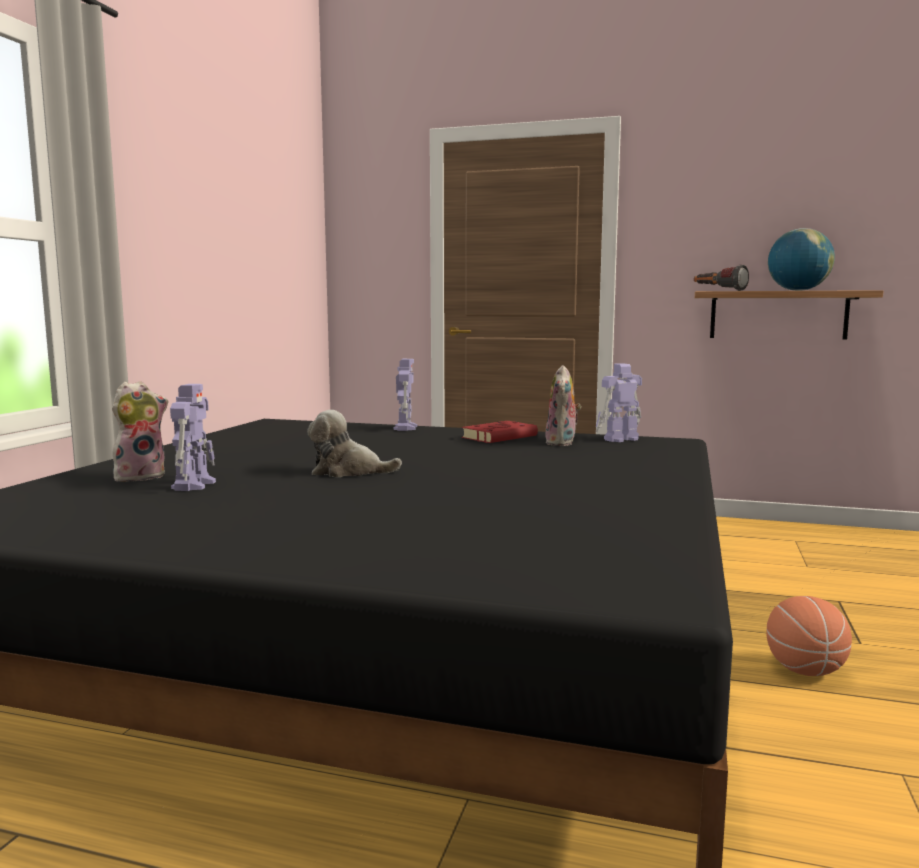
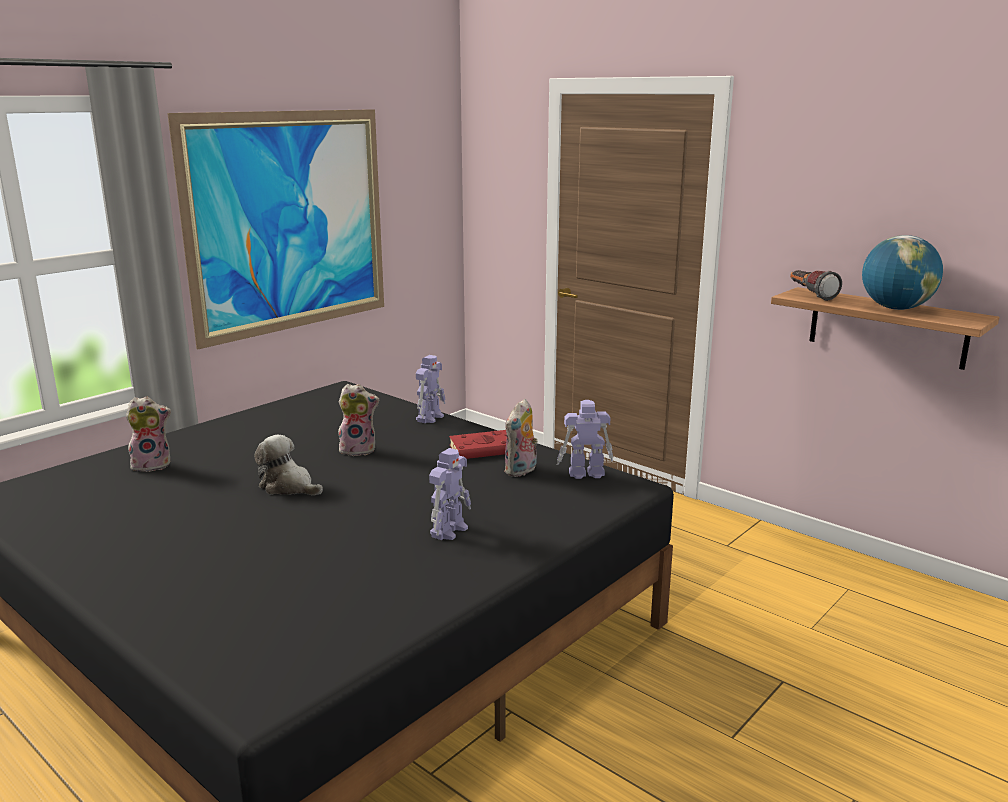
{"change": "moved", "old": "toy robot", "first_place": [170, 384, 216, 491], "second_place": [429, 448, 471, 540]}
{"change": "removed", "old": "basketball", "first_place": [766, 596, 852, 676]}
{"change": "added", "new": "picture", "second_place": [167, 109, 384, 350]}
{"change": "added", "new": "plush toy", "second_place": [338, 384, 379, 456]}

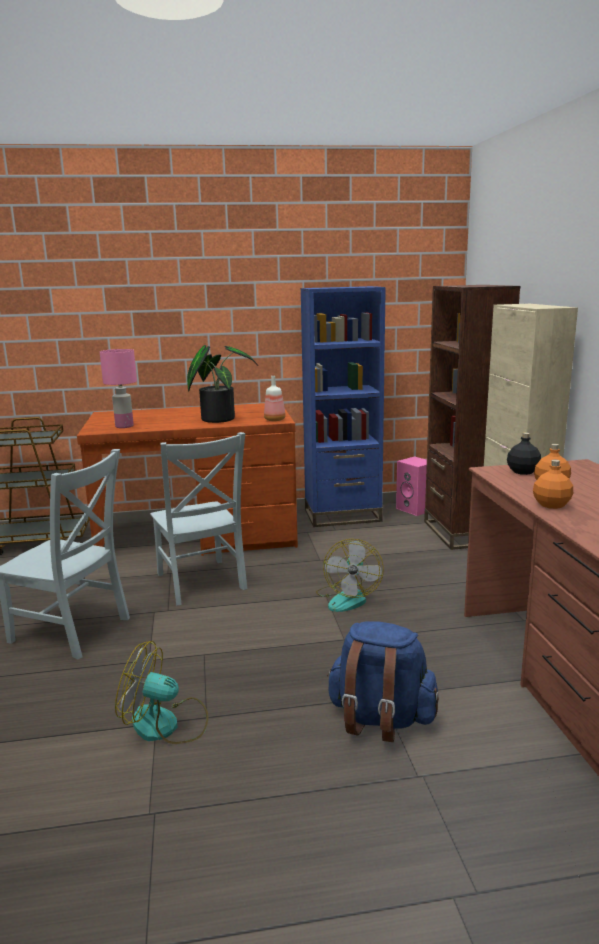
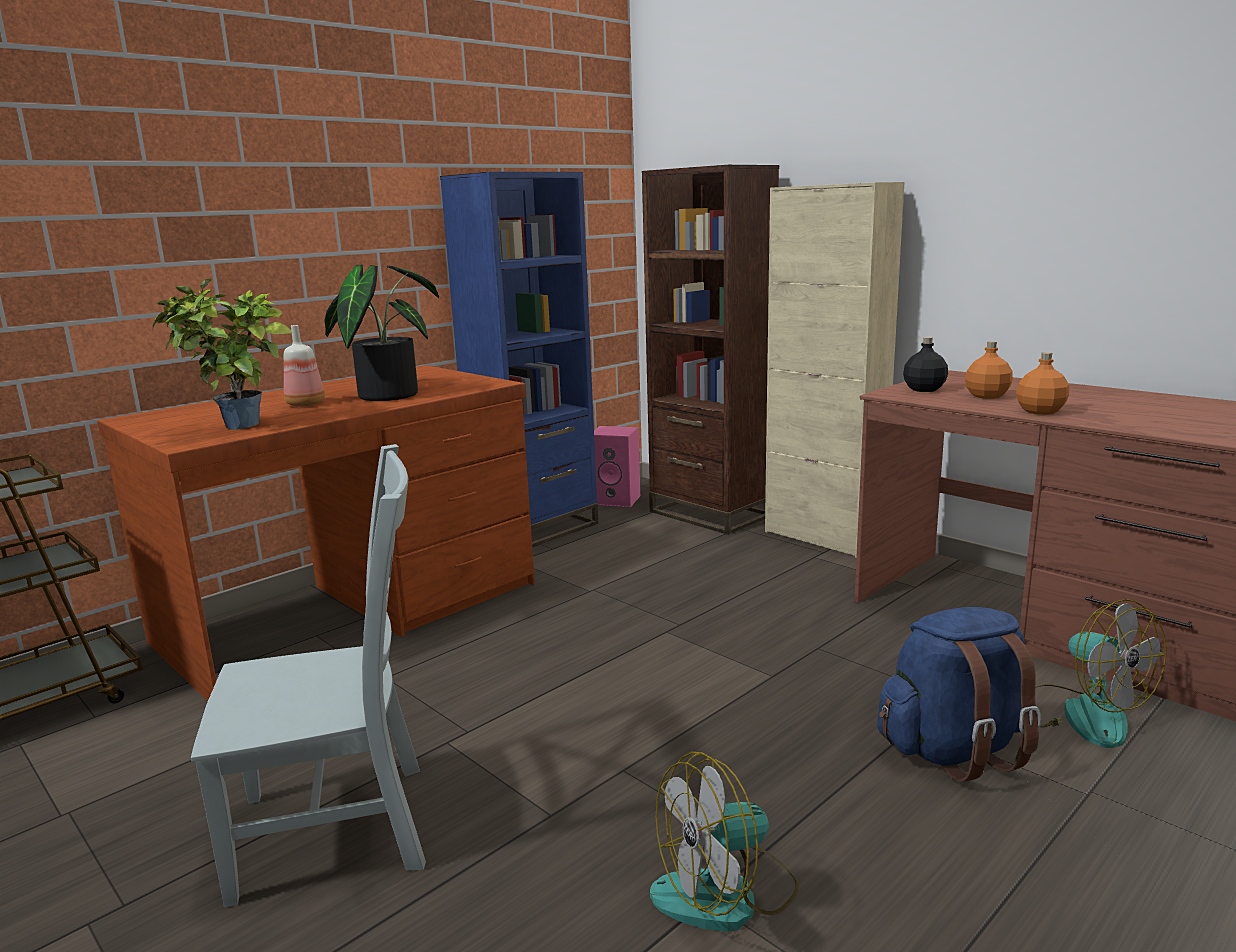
{"change": "replaced", "old": "table lamp (pink)", "new": "potted plant", "first_place": [100, 349, 137, 428], "second_place": [153, 278, 293, 430]}
{"change": "removed", "old": "chair (grey)", "first_place": [150, 432, 247, 605]}
{"change": "moved", "old": "bottle", "first_place": [264, 376, 286, 421], "second_place": [284, 325, 325, 407]}
{"change": "moved", "old": "fan", "first_place": [316, 539, 384, 612], "second_place": [1035, 599, 1166, 748]}

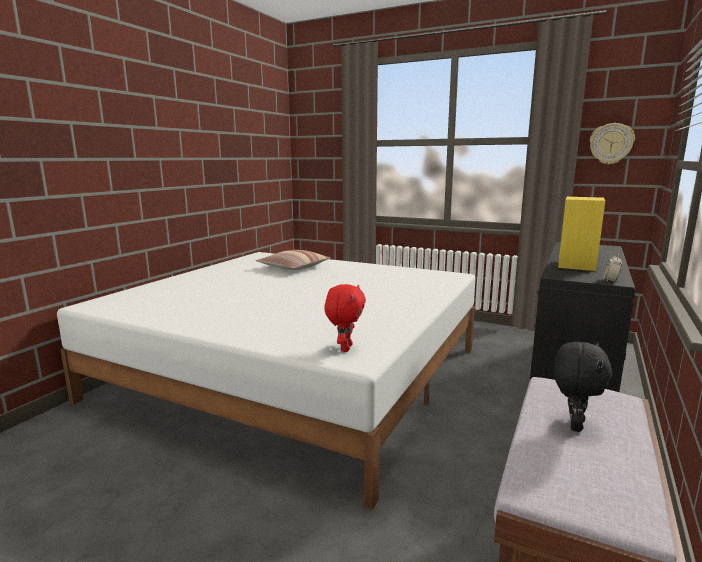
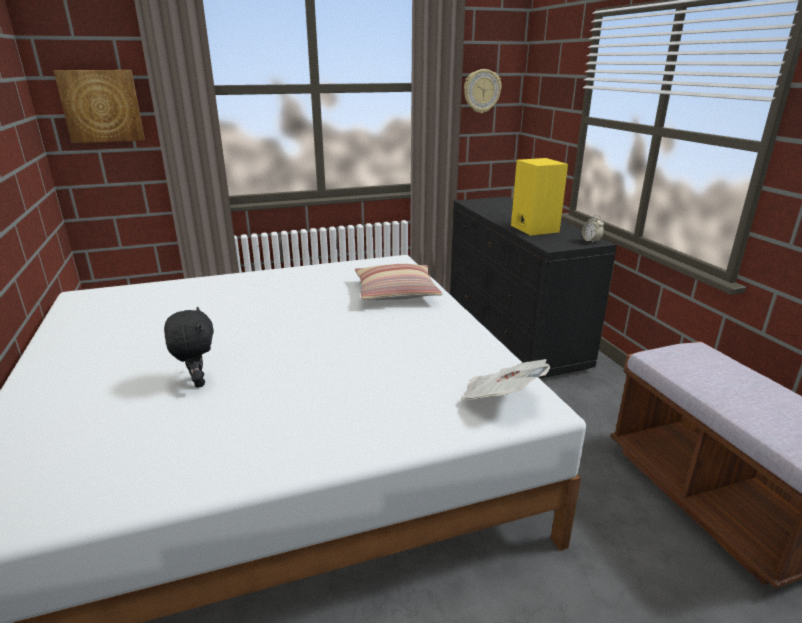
{"change": "moved", "old": "pillow", "first_place": [256, 250, 331, 270], "second_place": [355, 264, 443, 300]}
{"change": "replaced", "old": "plush toy (red)", "new": "newspaper", "first_place": [324, 284, 366, 352], "second_place": [461, 359, 550, 400]}
{"change": "moved", "old": "plush toy (black)", "first_place": [554, 342, 613, 432], "second_place": [164, 306, 214, 388]}
{"change": "added", "new": "picture", "second_place": [54, 70, 145, 143]}

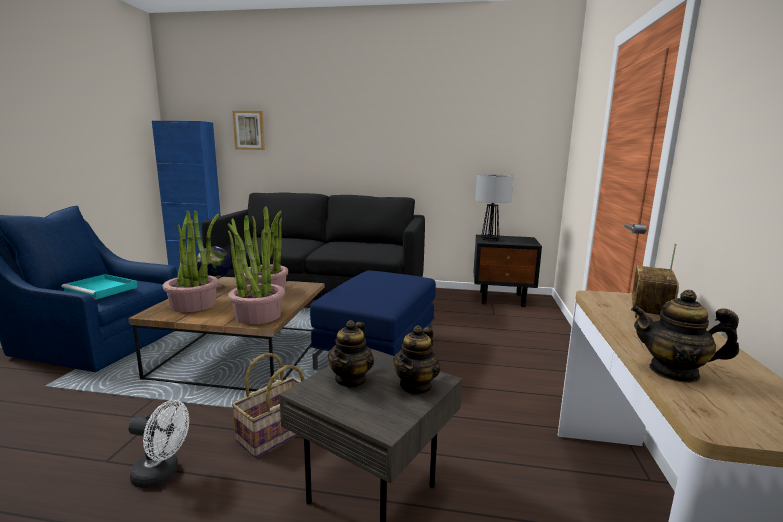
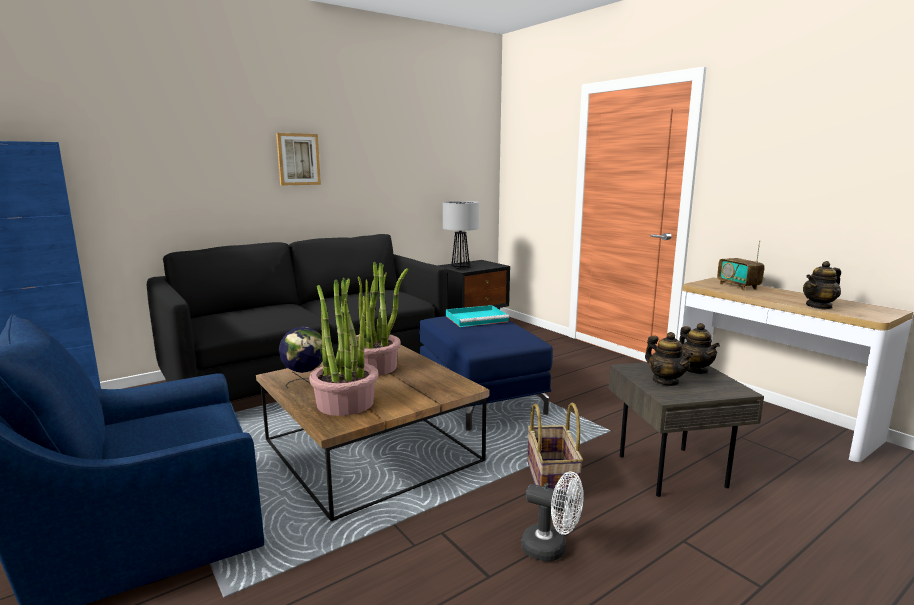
{"change": "moved", "old": "tray (turquoise)", "first_place": [61, 274, 138, 299], "second_place": [446, 305, 509, 327]}
{"change": "turned", "old": "fan (white)", "first_place": [128, 400, 189, 488], "second_place": [521, 471, 584, 561], "degrees": 60}
{"change": "removed", "old": "potted plant", "first_place": [228, 215, 285, 325]}
{"change": "moved", "old": "picture", "first_place": [233, 111, 265, 150], "second_place": [276, 133, 321, 186]}

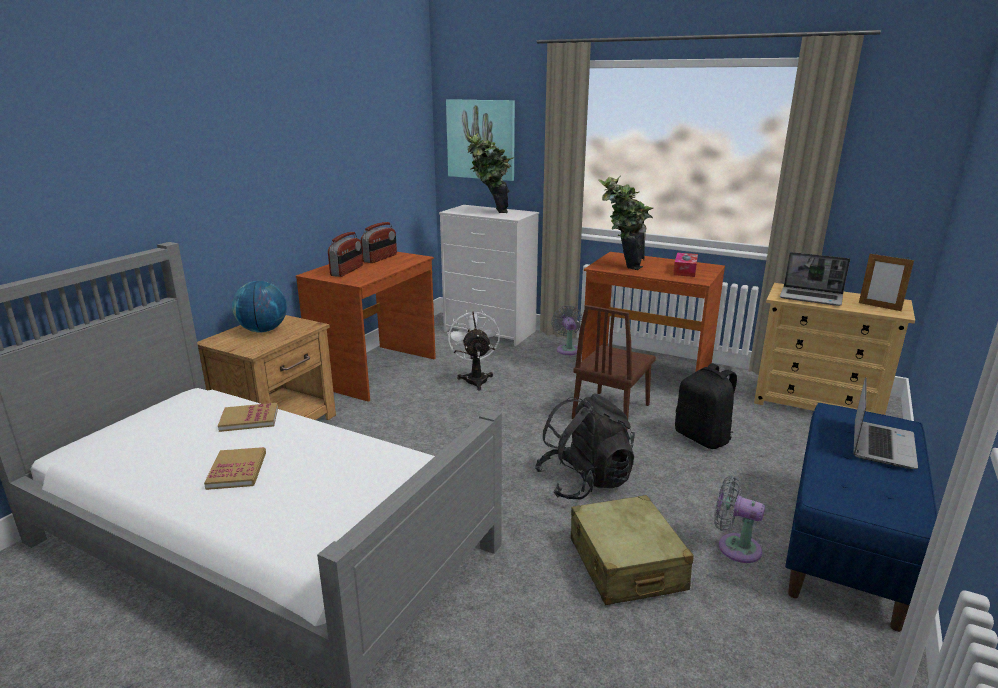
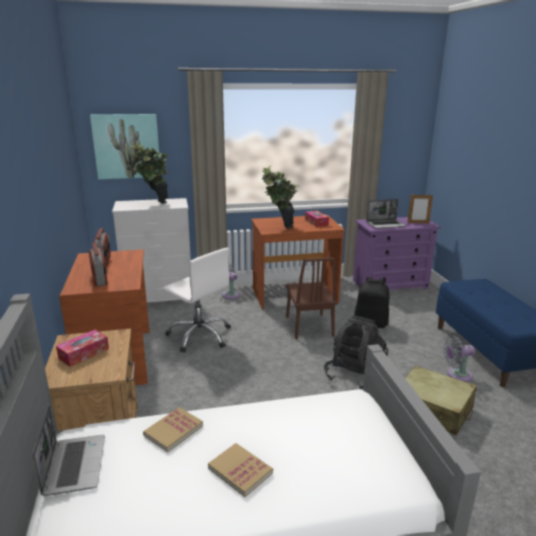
{"change": "replaced", "old": "globe", "new": "tissue box", "first_place": [232, 281, 287, 332], "second_place": [56, 330, 109, 367]}
{"change": "replaced", "old": "fan (white)", "new": "office chair (white)", "first_place": [448, 310, 500, 391], "second_place": [163, 248, 231, 353]}
{"change": "recoloured", "old": "dresser (beige)", "new": "dresser (purple)", "first_place": [754, 283, 915, 415], "second_place": [353, 217, 441, 290]}
{"change": "moved", "old": "laptop", "first_place": [854, 378, 918, 469], "second_place": [32, 405, 105, 496]}

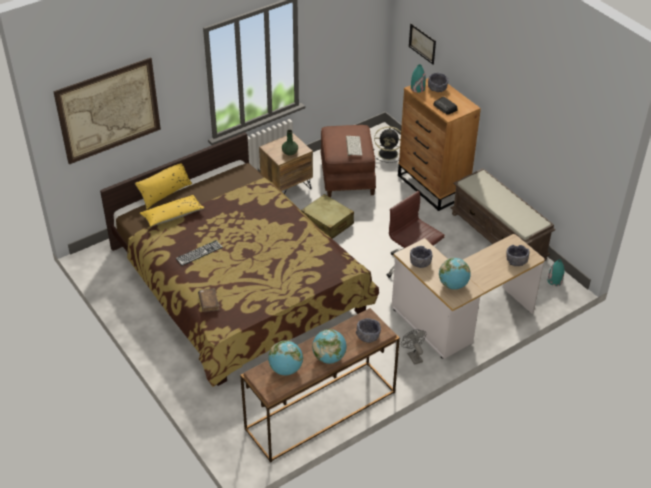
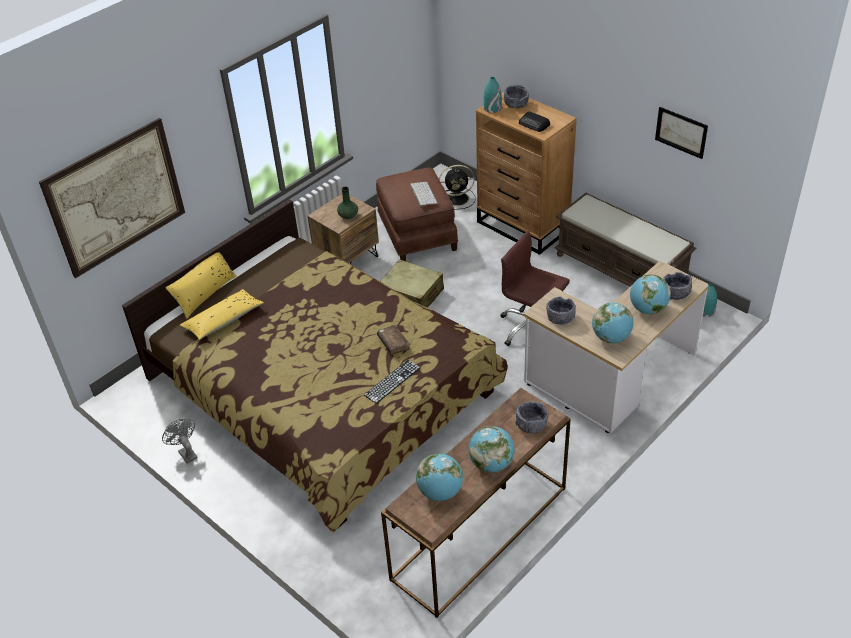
{"change": "moved", "old": "keyboard", "first_place": [175, 240, 223, 266], "second_place": [364, 360, 420, 404]}
{"change": "moved", "old": "book (brown)", "first_place": [198, 288, 220, 312], "second_place": [377, 325, 410, 355]}
{"change": "moved", "old": "fan (grey)", "first_place": [401, 329, 426, 365], "second_place": [162, 419, 198, 464]}
{"change": "moved", "old": "picture", "first_place": [409, 23, 436, 65], "second_place": [655, 107, 708, 159]}
{"change": "added", "new": "globe", "second_place": [630, 274, 671, 315]}

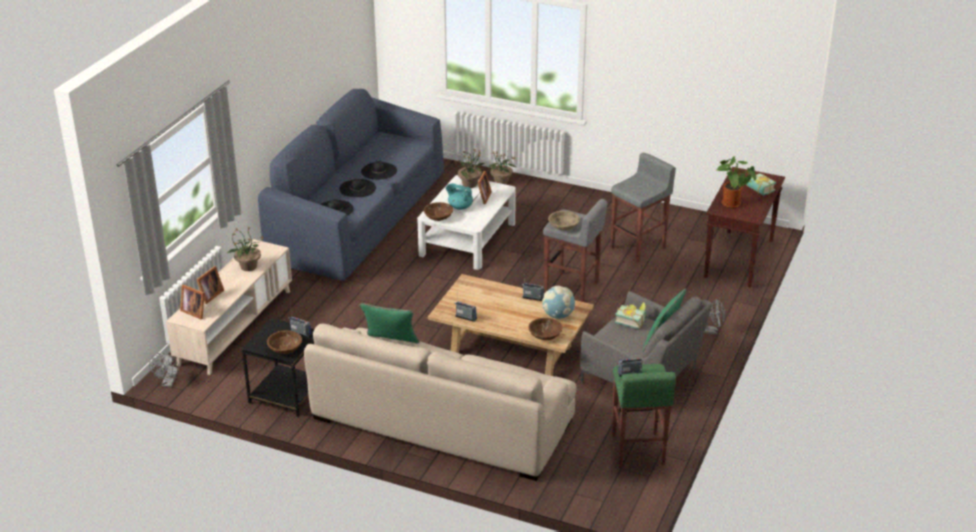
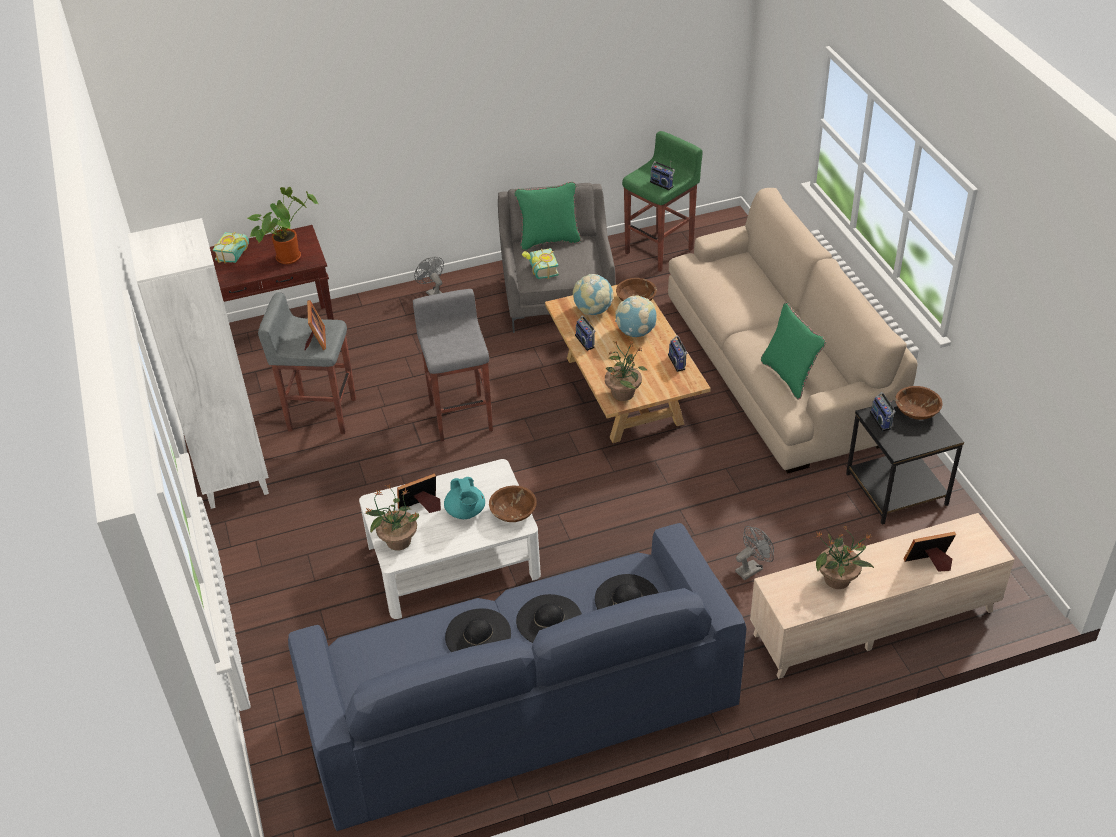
{"change": "moved", "old": "fan (grey)", "first_place": [149, 353, 179, 387], "second_place": [735, 526, 774, 580]}
{"change": "moved", "old": "picture frame", "first_place": [180, 284, 205, 319], "second_place": [304, 300, 326, 351]}
{"change": "moved", "old": "potted plant", "first_place": [488, 151, 516, 185], "second_place": [605, 341, 648, 401]}
{"change": "removed", "old": "bowl (beige)", "first_place": [548, 211, 580, 230]}
{"change": "added", "new": "bookcase (white)", "second_place": [128, 218, 269, 509]}
{"change": "added", "new": "globe", "second_place": [615, 295, 657, 337]}

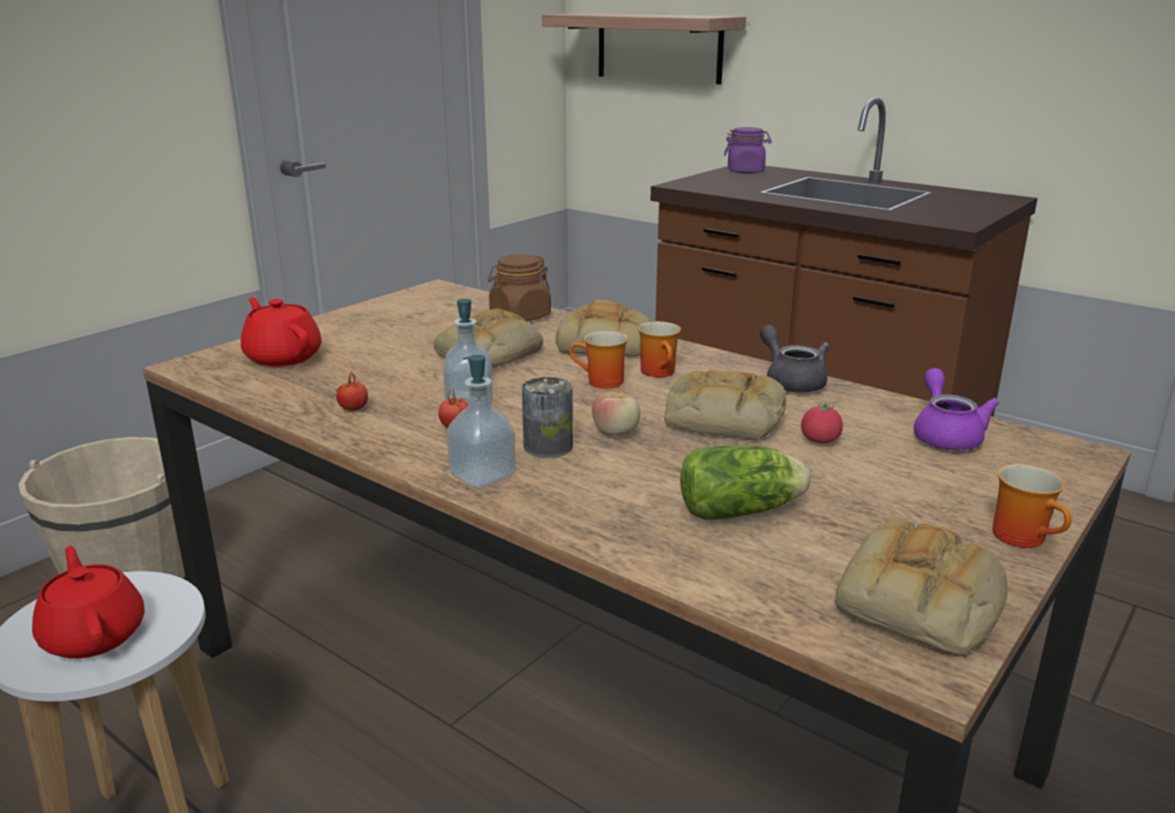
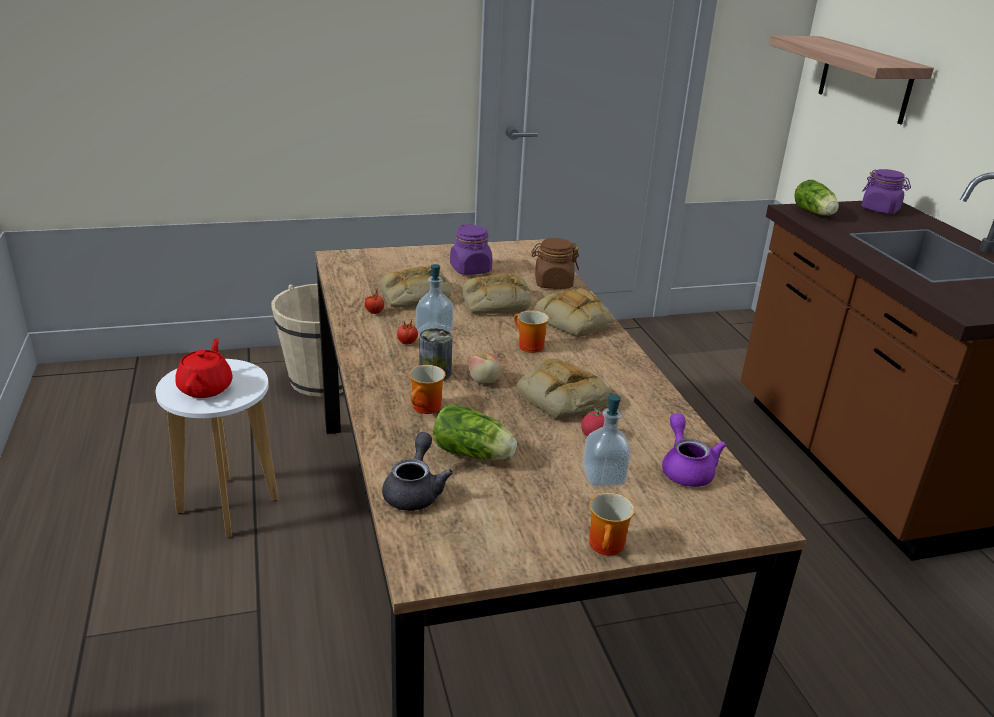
{"change": "removed", "old": "teapot (red)", "first_place": [241, 297, 322, 367]}
{"change": "moved", "old": "soap dispenser", "first_place": [446, 355, 516, 489], "second_place": [583, 393, 631, 486]}
{"change": "moved", "old": "mug", "first_place": [638, 321, 681, 377], "second_place": [409, 365, 446, 414]}
{"change": "moved", "old": "teapot (grey)", "first_place": [760, 325, 829, 393], "second_place": [382, 432, 453, 511]}
{"change": "moved", "old": "bread", "first_place": [835, 520, 1008, 655], "second_place": [380, 266, 451, 308]}
{"change": "turned", "old": "teapot (purple)", "first_place": [914, 368, 999, 450], "second_place": [662, 413, 726, 487], "degrees": -45}
{"change": "added", "new": "jar (purple)", "second_place": [450, 224, 492, 275]}
{"change": "added", "new": "lettuce", "second_place": [794, 180, 839, 216]}

